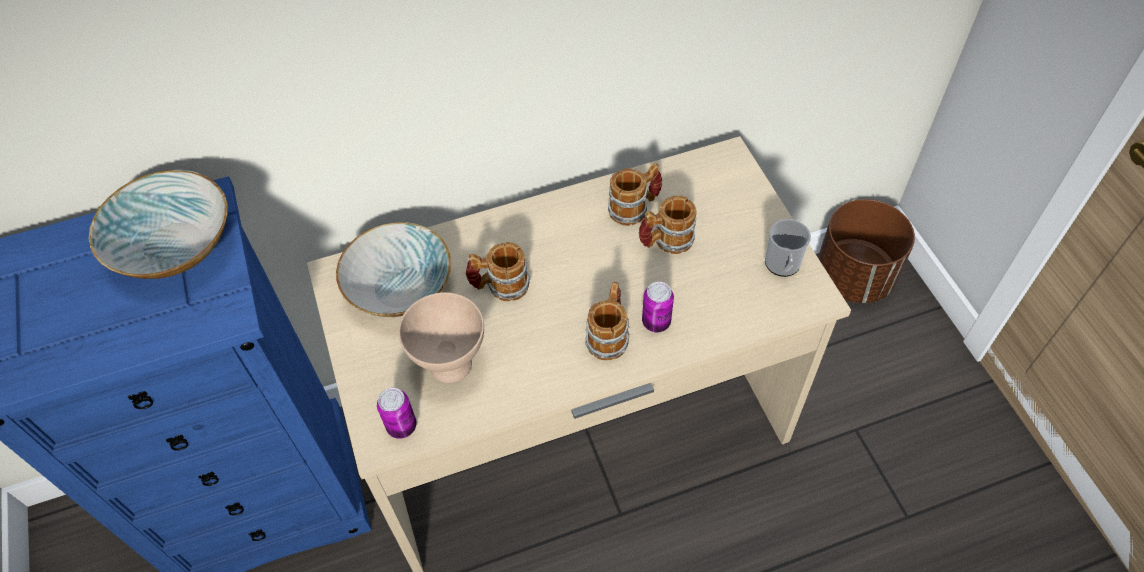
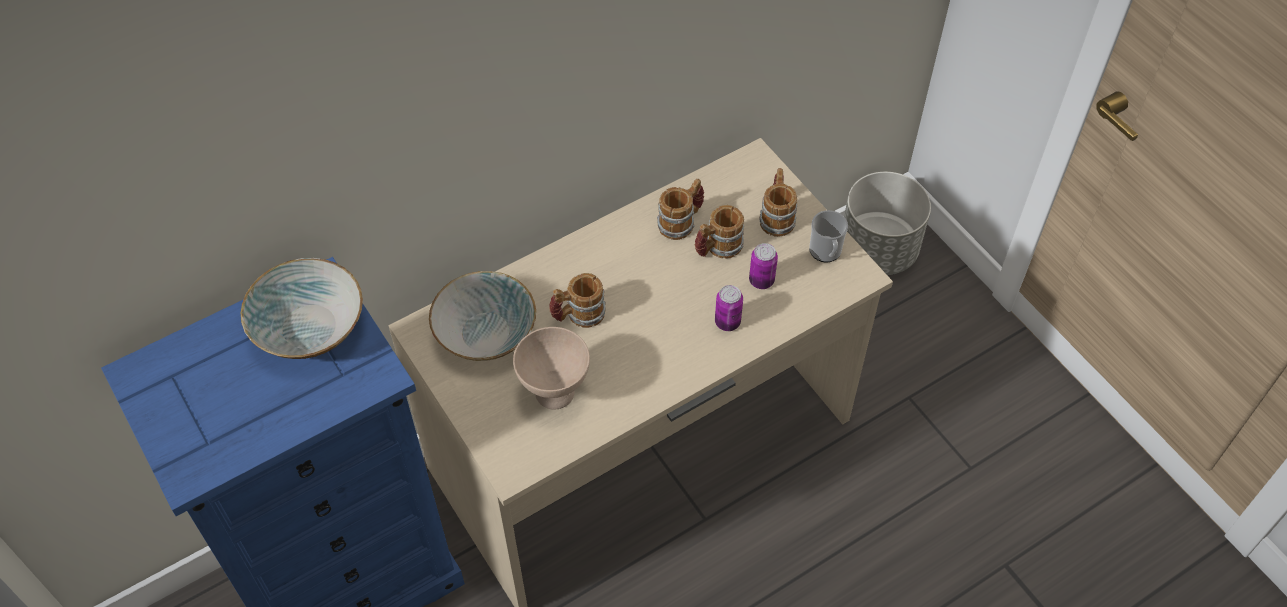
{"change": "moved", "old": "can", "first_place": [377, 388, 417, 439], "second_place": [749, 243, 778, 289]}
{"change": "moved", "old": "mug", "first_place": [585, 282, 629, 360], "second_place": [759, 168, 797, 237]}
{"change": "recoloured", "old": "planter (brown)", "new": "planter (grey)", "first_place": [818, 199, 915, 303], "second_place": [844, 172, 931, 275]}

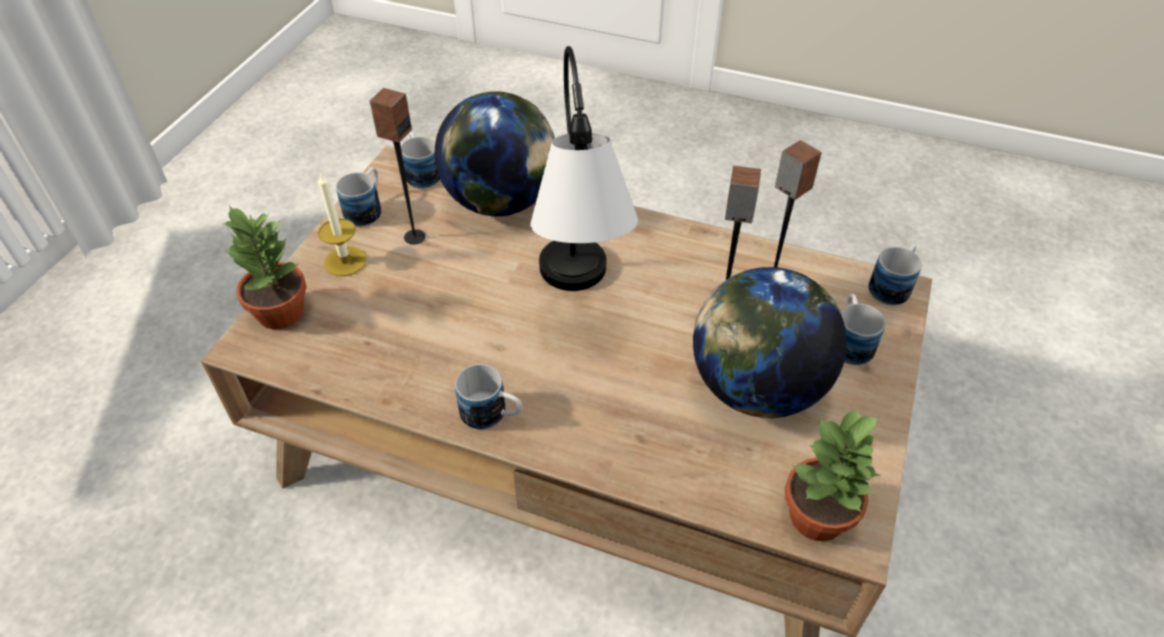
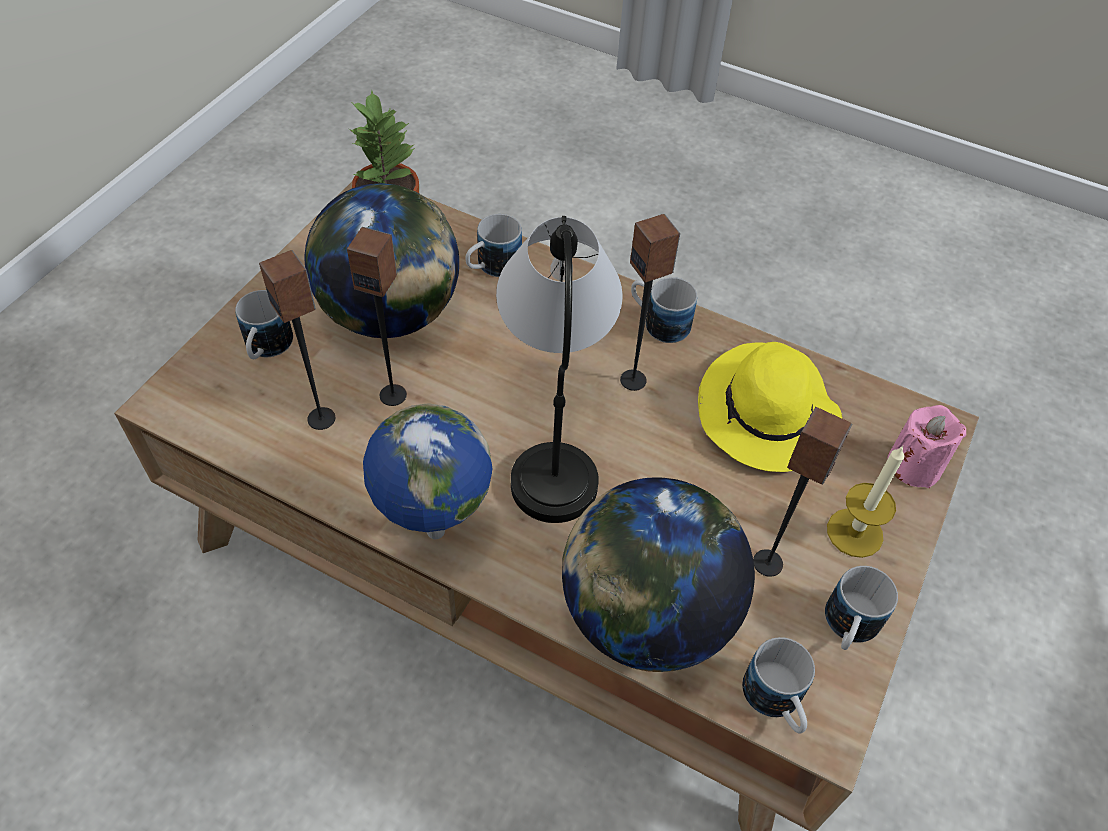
{"change": "replaced", "old": "potted plant", "new": "candle (pink)", "first_place": [223, 206, 306, 329], "second_place": [888, 405, 966, 488]}
{"change": "moved", "old": "mug", "first_place": [868, 244, 921, 305], "second_place": [465, 214, 522, 277]}
{"change": "added", "new": "globe", "second_place": [363, 403, 492, 539]}
{"change": "added", "new": "speaker", "second_place": [620, 214, 680, 391]}
{"change": "added", "new": "hat (yellow)", "second_place": [698, 342, 842, 472]}

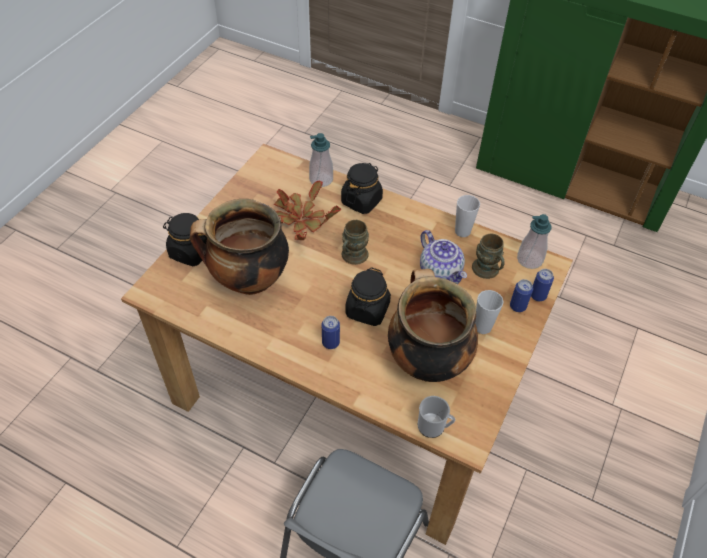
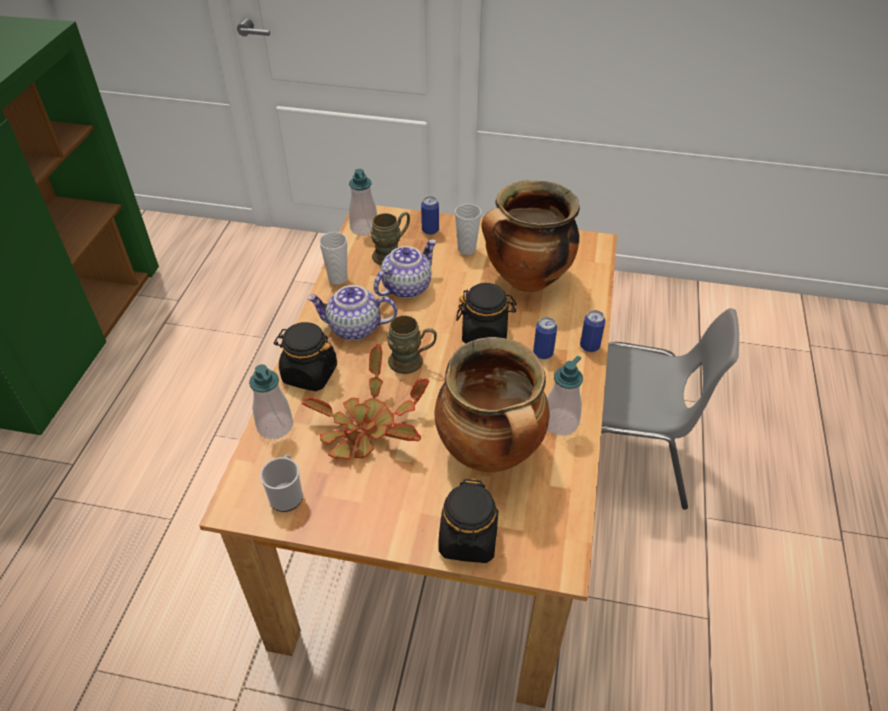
{"change": "moved", "old": "mug", "first_place": [418, 396, 455, 438], "second_place": [260, 454, 303, 512]}
{"change": "moved", "old": "can", "first_place": [531, 269, 554, 301], "second_place": [580, 310, 605, 352]}
{"change": "added", "new": "teapot", "second_place": [307, 285, 397, 340]}
{"change": "added", "new": "soap dispenser", "second_place": [547, 355, 583, 436]}

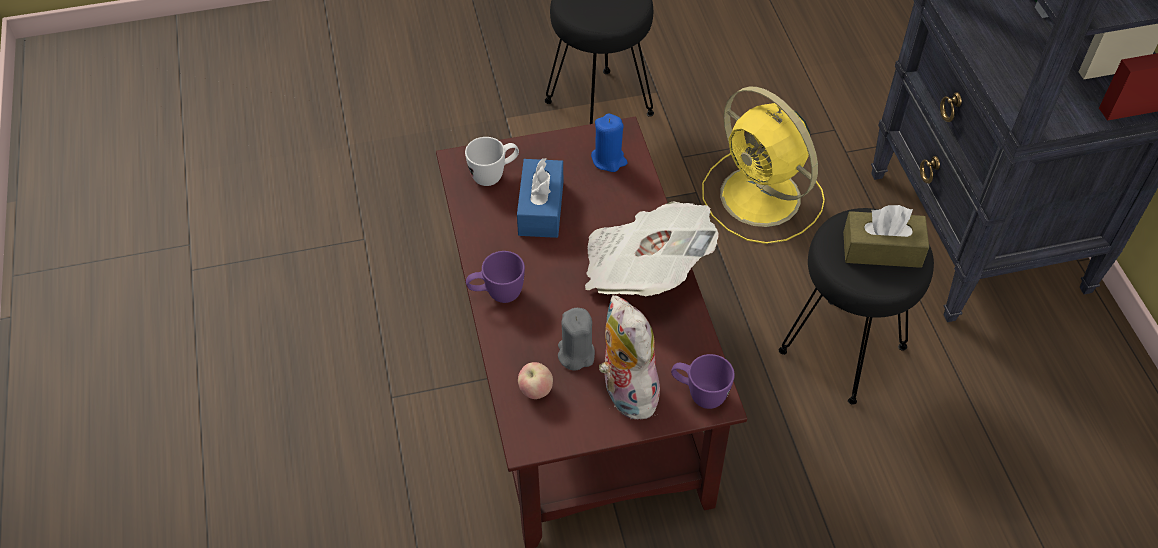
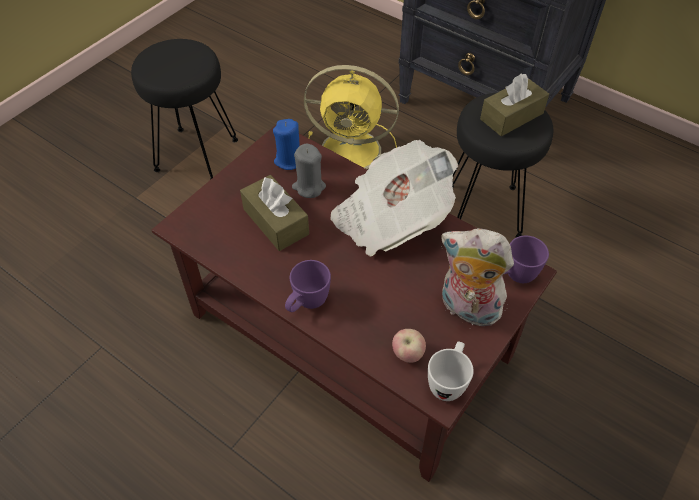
{"change": "moved", "old": "mug (white)", "first_place": [465, 137, 519, 186], "second_place": [428, 341, 474, 401]}
{"change": "recoloured", "old": "tissue box (blue)", "new": "tissue box (brown)", "first_place": [517, 158, 563, 238], "second_place": [240, 175, 309, 251]}
{"change": "moved", "old": "candle (grey)", "first_place": [558, 308, 595, 370], "second_place": [292, 143, 326, 198]}

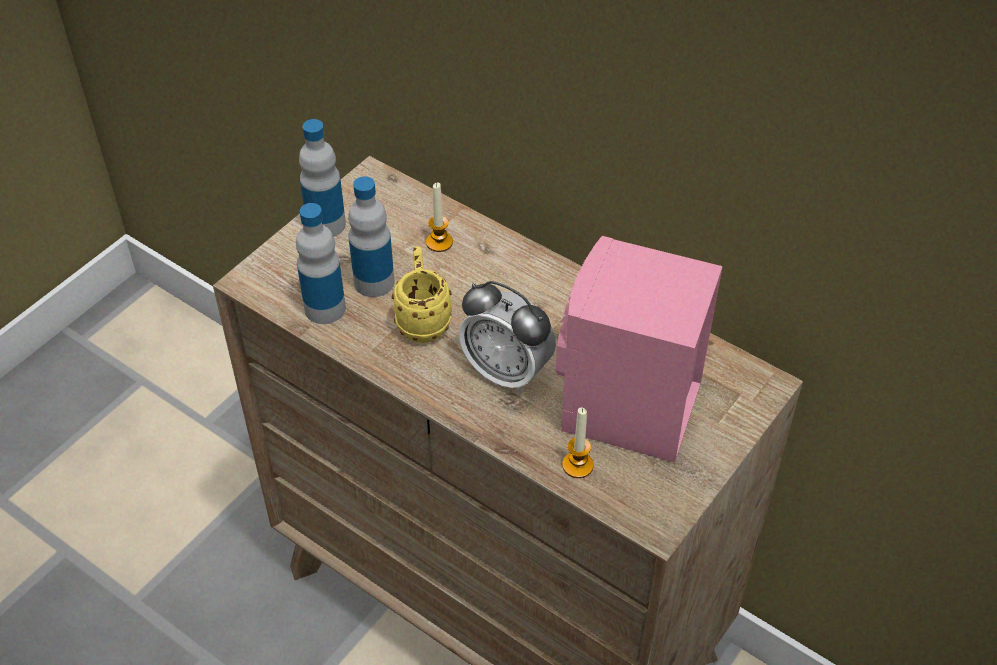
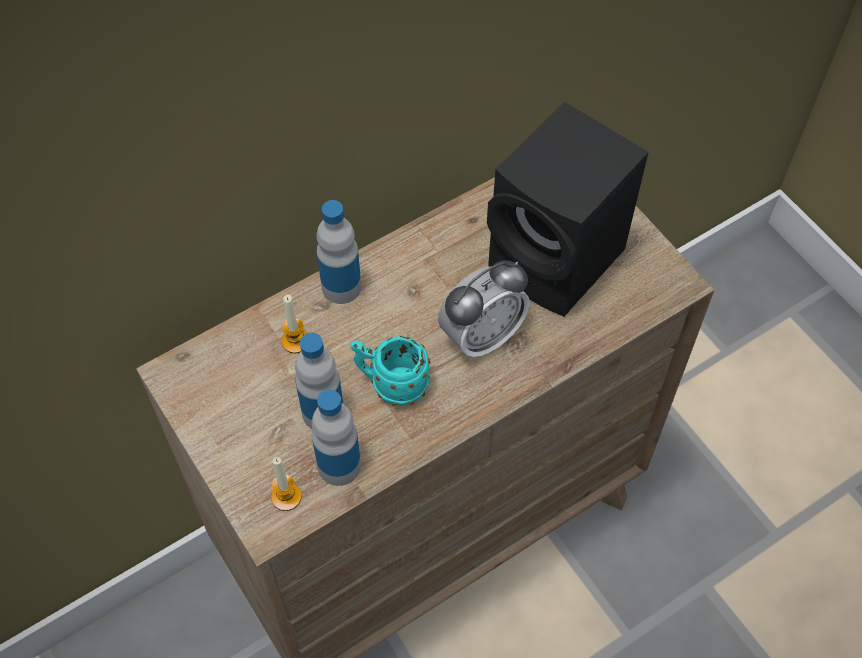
{"change": "moved", "old": "bottle", "first_place": [299, 119, 346, 237], "second_place": [316, 200, 361, 304]}
{"change": "recoloured", "old": "mug (yellow)", "new": "mug (turquoise)", "first_place": [392, 246, 452, 343], "second_place": [350, 336, 431, 406]}
{"change": "recoloured", "old": "speaker (pink)", "new": "speaker (black)", "first_place": [556, 236, 723, 463], "second_place": [487, 102, 649, 317]}
{"change": "moved", "old": "candle", "first_place": [562, 408, 594, 478], "second_place": [271, 457, 302, 511]}

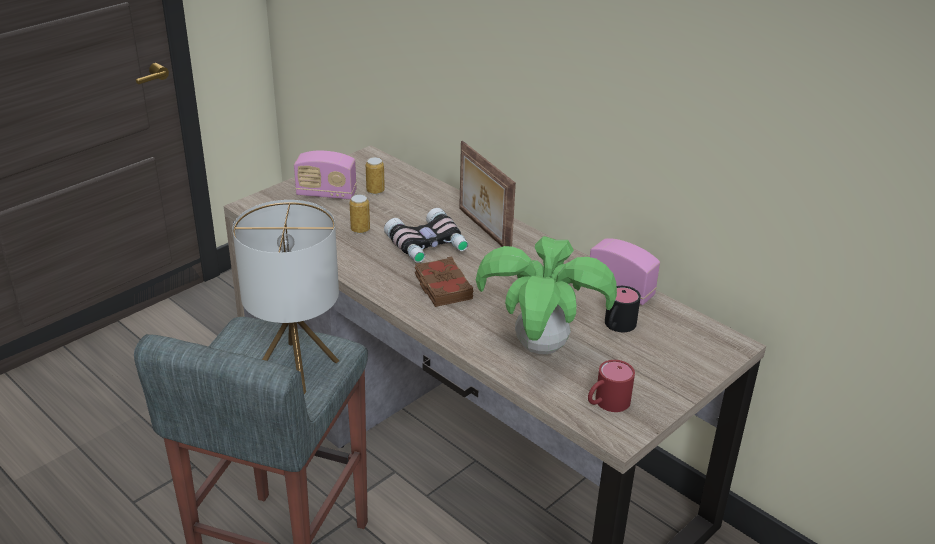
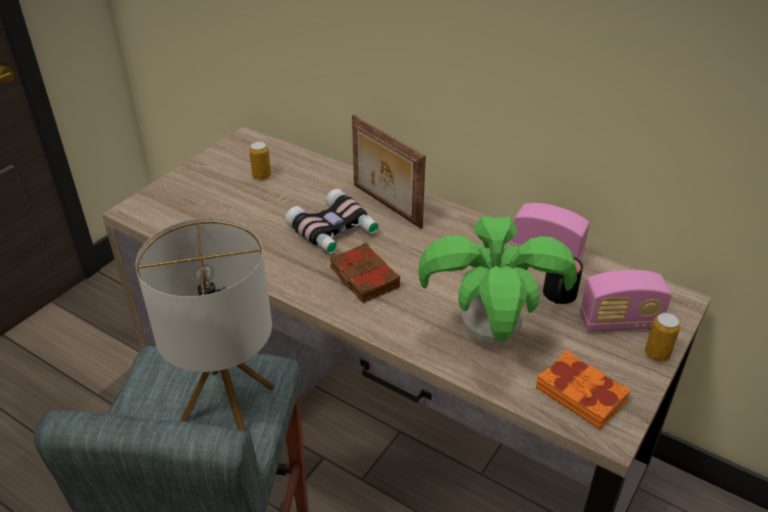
{"change": "moved", "old": "radio", "first_place": [294, 151, 357, 200], "second_place": [580, 270, 672, 332]}
{"change": "moved", "old": "can", "first_place": [350, 194, 370, 234], "second_place": [645, 313, 681, 361]}
{"change": "replaced", "old": "mug (red)", "new": "book (orange)", "first_place": [588, 360, 635, 412], "second_place": [536, 350, 631, 429]}

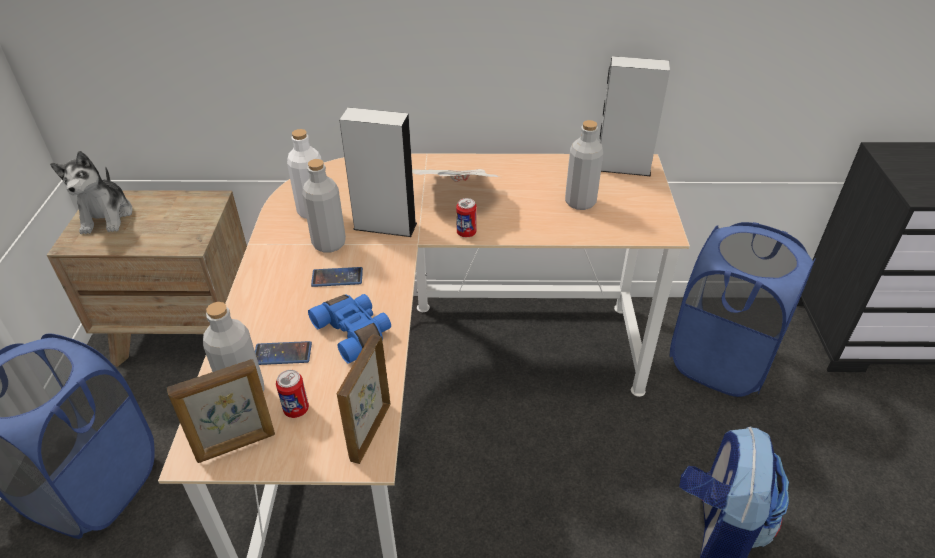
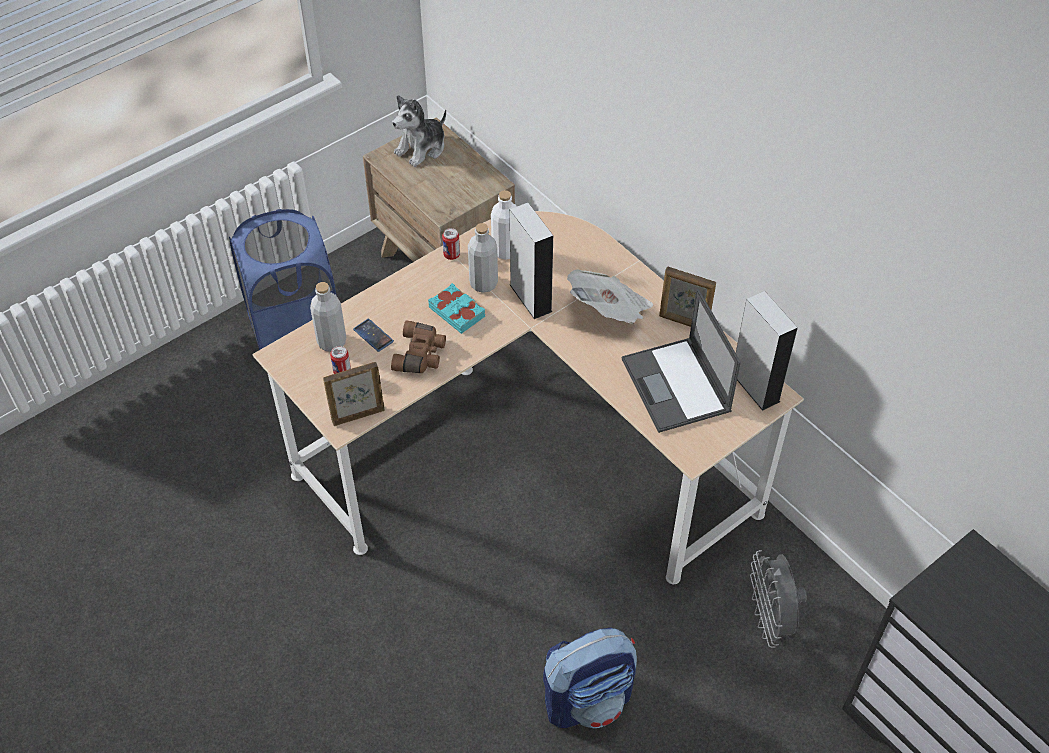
{"change": "moved", "old": "picture frame", "first_place": [167, 359, 275, 463], "second_place": [659, 266, 716, 327]}
{"change": "recoloured", "old": "binoculars (blue)", "new": "binoculars (brown)", "first_place": [308, 294, 391, 364], "second_place": [391, 320, 446, 373]}
{"change": "replaced", "old": "phone", "new": "book (turquoise)", "first_place": [311, 267, 363, 287], "second_place": [428, 283, 485, 334]}
{"change": "moved", "old": "can", "first_place": [456, 198, 477, 237], "second_place": [442, 228, 460, 260]}
{"change": "replaced", "old": "bottle (grey)", "new": "laptop", "first_place": [565, 120, 603, 210], "second_place": [622, 289, 741, 433]}
{"change": "replaced", "old": "laundry basket (blue)", "new": "fan (grey)", "first_place": [670, 222, 816, 397], "second_place": [750, 550, 807, 648]}

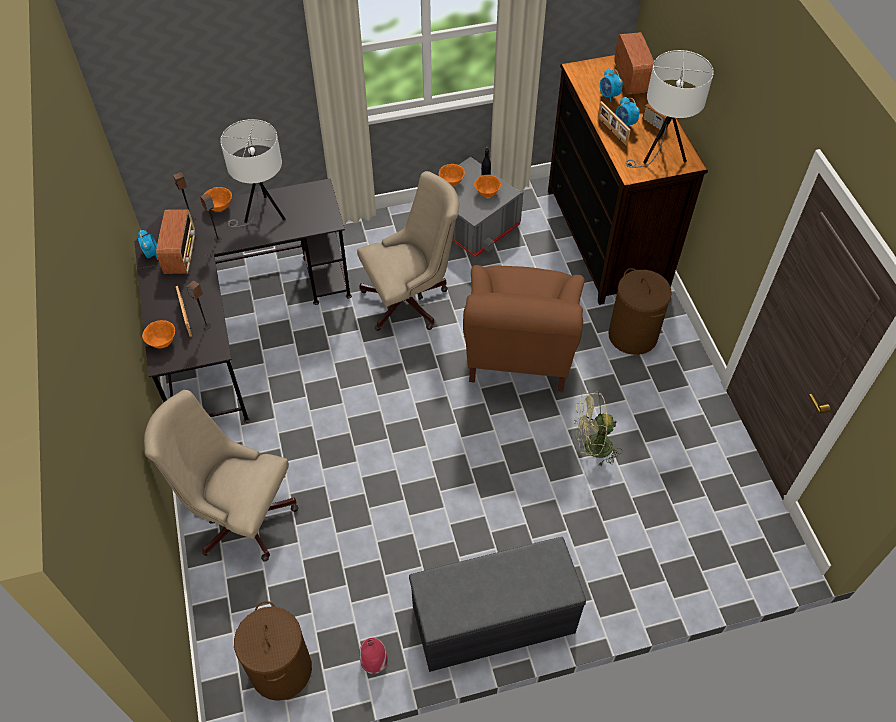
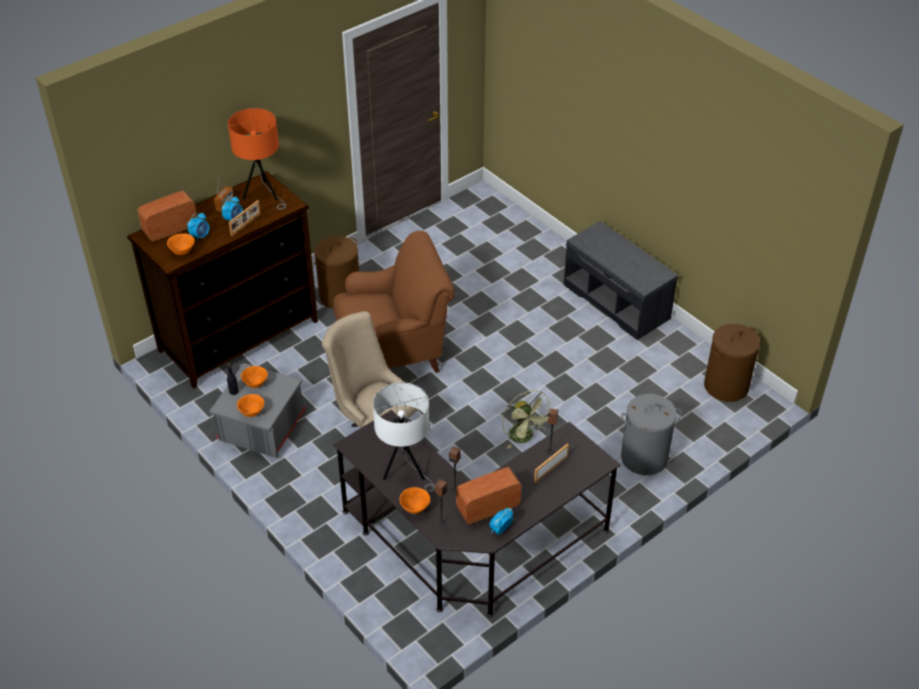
{"change": "moved", "old": "bowl (orange)", "first_place": [142, 320, 175, 349], "second_place": [167, 234, 195, 255]}
{"change": "replaced", "old": "office chair (beige)", "new": "laundry basket (grey)", "first_place": [144, 390, 298, 562], "second_place": [621, 394, 682, 475]}
{"change": "removed", "old": "vase (red)", "first_place": [359, 638, 388, 674]}
{"change": "moved", "old": "fan (green)", "first_place": [574, 392, 622, 466], "second_place": [502, 390, 553, 449]}
{"change": "recoloured", "old": "table lamp (white)", "new": "table lamp (orange)", "first_place": [626, 50, 714, 168], "second_place": [228, 108, 286, 210]}

